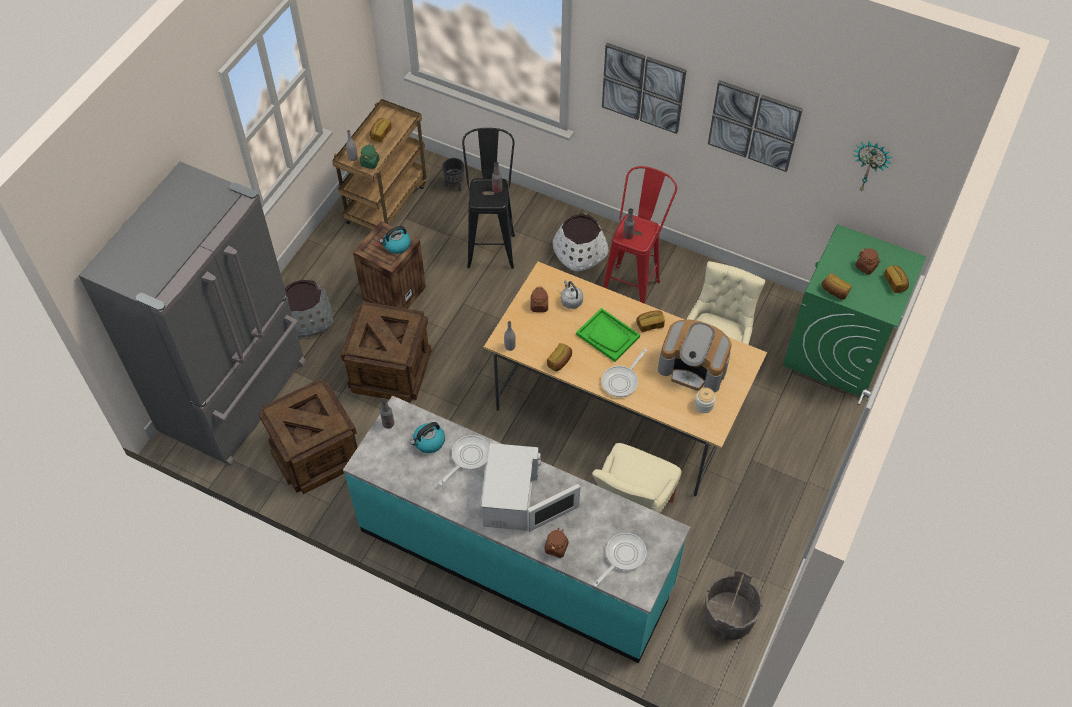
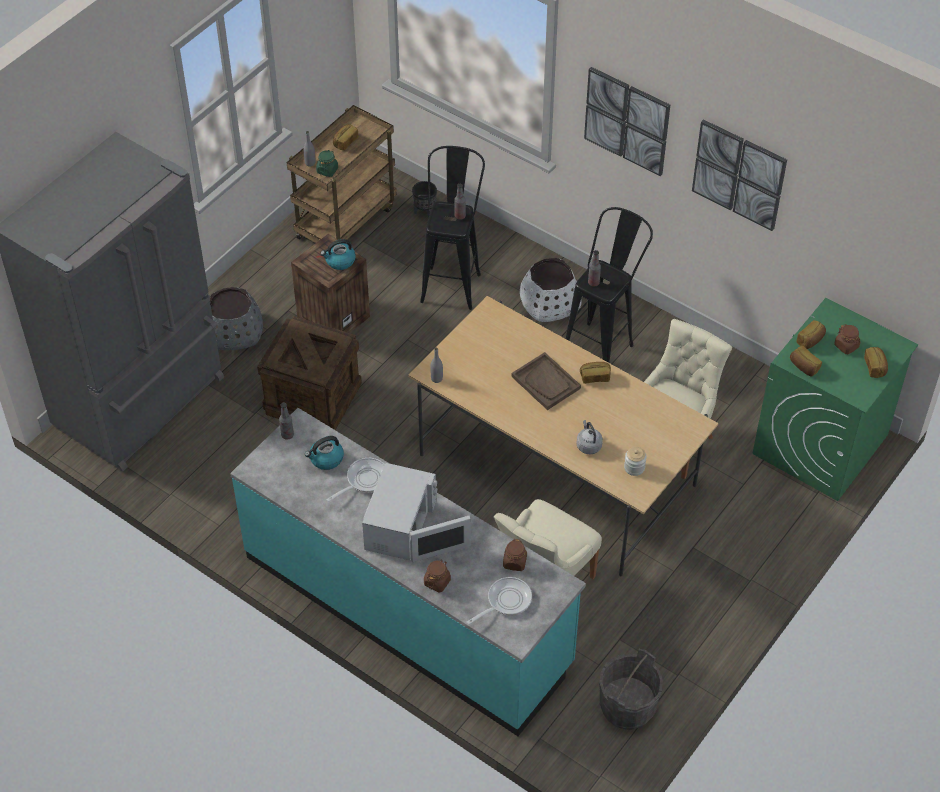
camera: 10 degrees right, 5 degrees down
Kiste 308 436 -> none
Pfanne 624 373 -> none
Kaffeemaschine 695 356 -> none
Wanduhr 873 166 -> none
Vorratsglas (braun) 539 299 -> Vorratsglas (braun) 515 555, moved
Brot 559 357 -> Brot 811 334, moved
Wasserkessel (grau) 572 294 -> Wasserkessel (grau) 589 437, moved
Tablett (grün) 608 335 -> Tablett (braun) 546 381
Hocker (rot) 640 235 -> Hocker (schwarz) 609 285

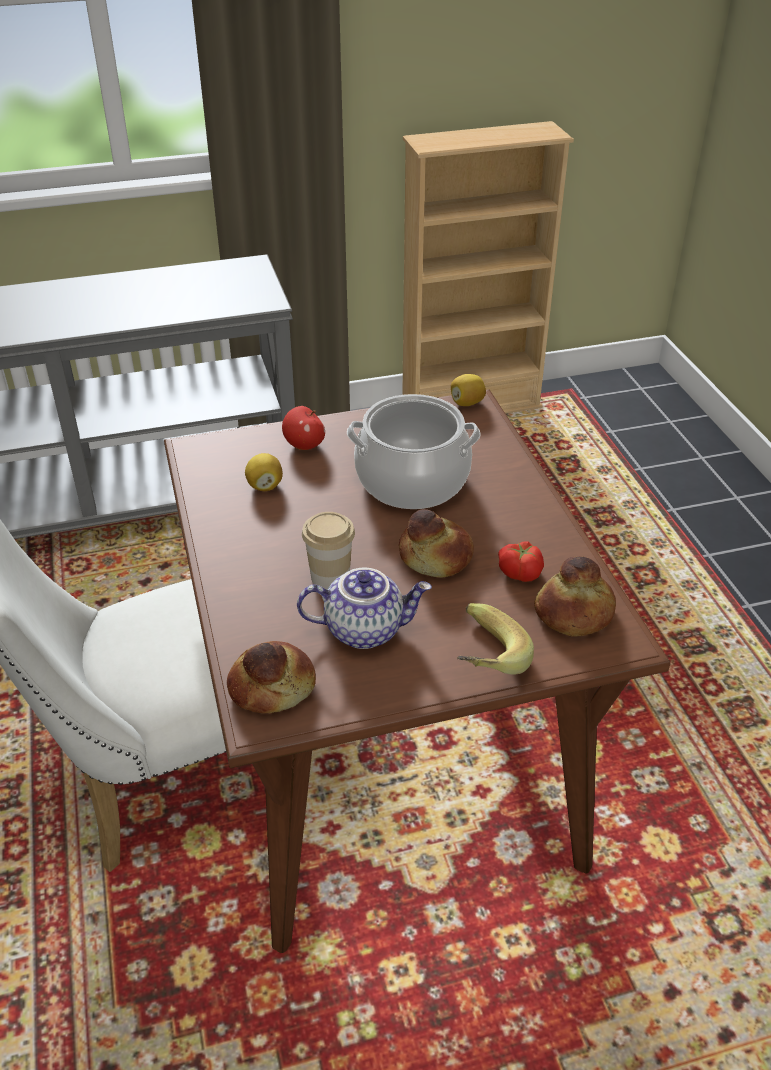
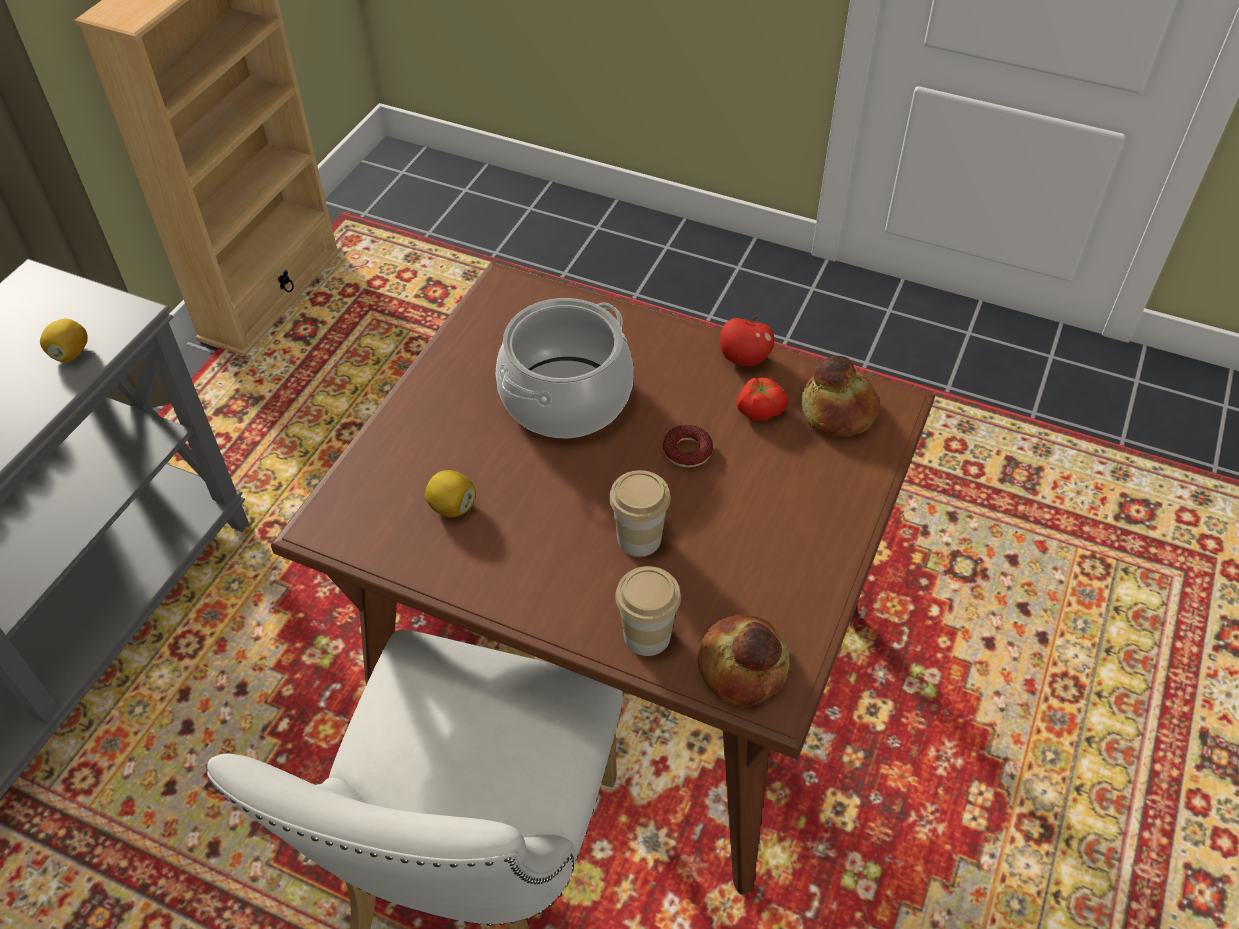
camera: 50 degrees left, 10 degrees up
Teekanne 364 608 -> none
Banane 495 639 -> none
none -> Tasse 648 611
Apfel 303 428 -> Apfel 747 340, moved
Zitrone 468 390 -> Zitrone 64 340, moved
Brot 436 543 -> Donut 687 446

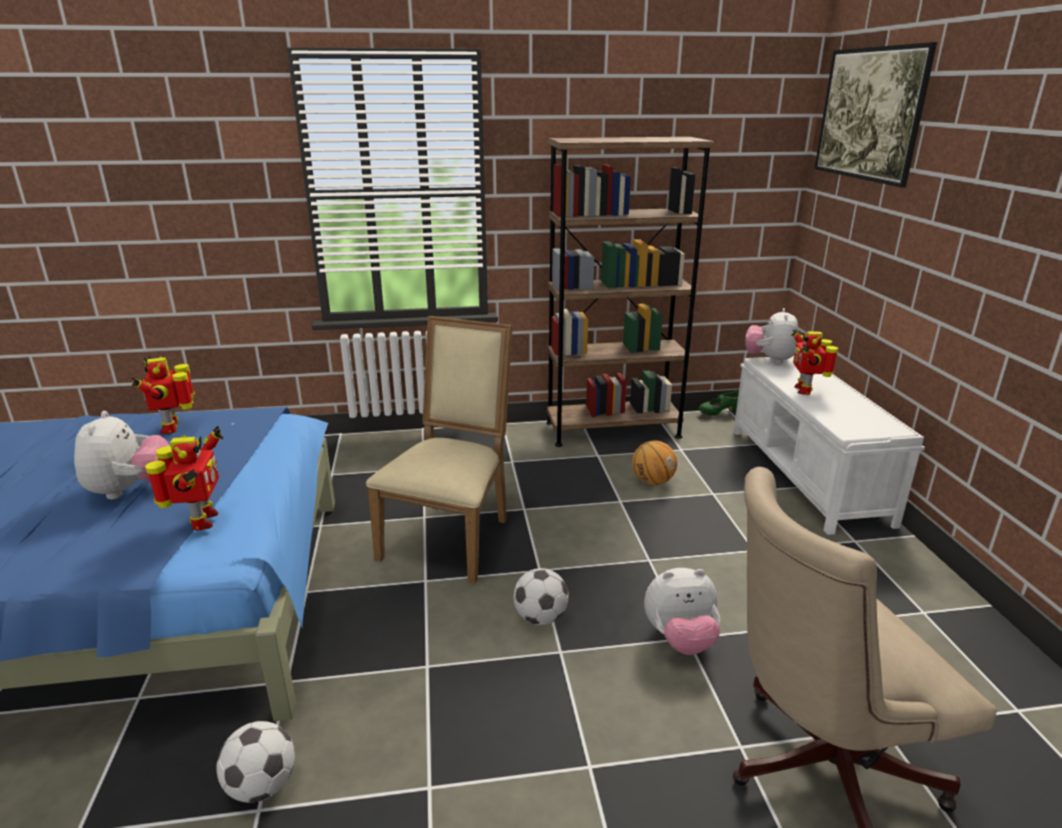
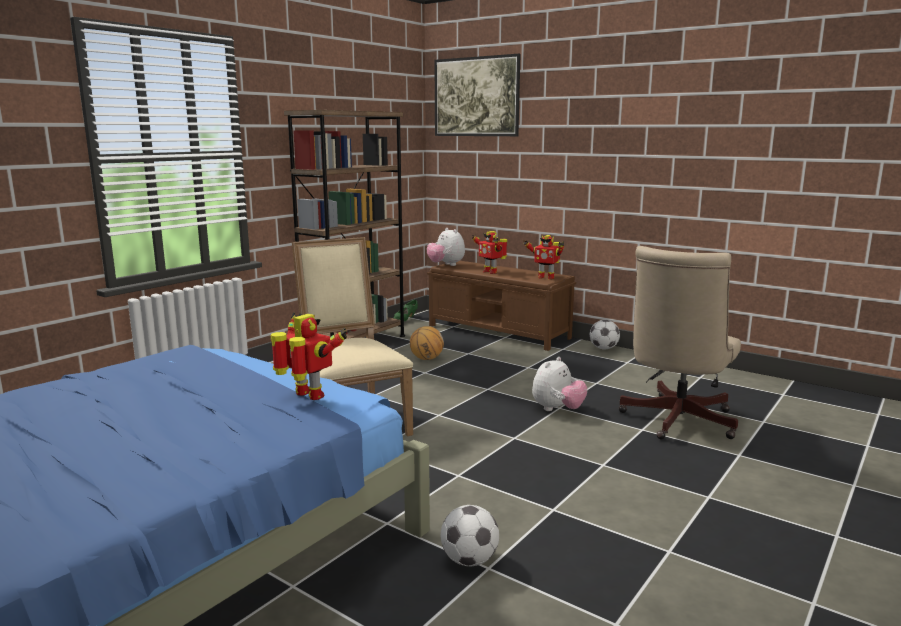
camera: 45 degrees left, 10 degrees down
Plüschtier 122 455 -> none
Spielzeugroboter 163 395 -> Spielzeugroboter 543 257, moved
Fußball 541 596 -> Fußball 605 335, moved
Bank (weiß) 829 445 -> Bank (braun) 501 306

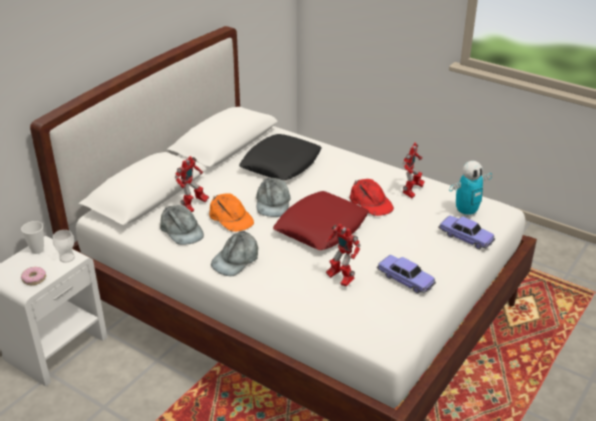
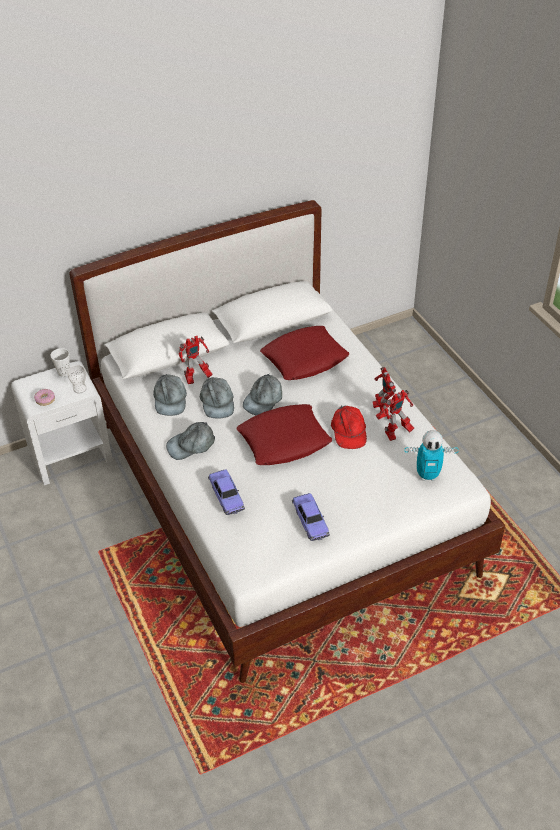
camera: 30 degrees right, 10 degrees up
Spielzeugroboter 343 254 -> Spielzeugroboter 384 393, moved
Spielzeugauto 466 232 -> Spielzeugauto 226 492, moved
Kappe (orange) 231 212 -> Kappe (grau) 217 398
Kissen (schwarz) 280 157 -> Kissen (rot) 304 353

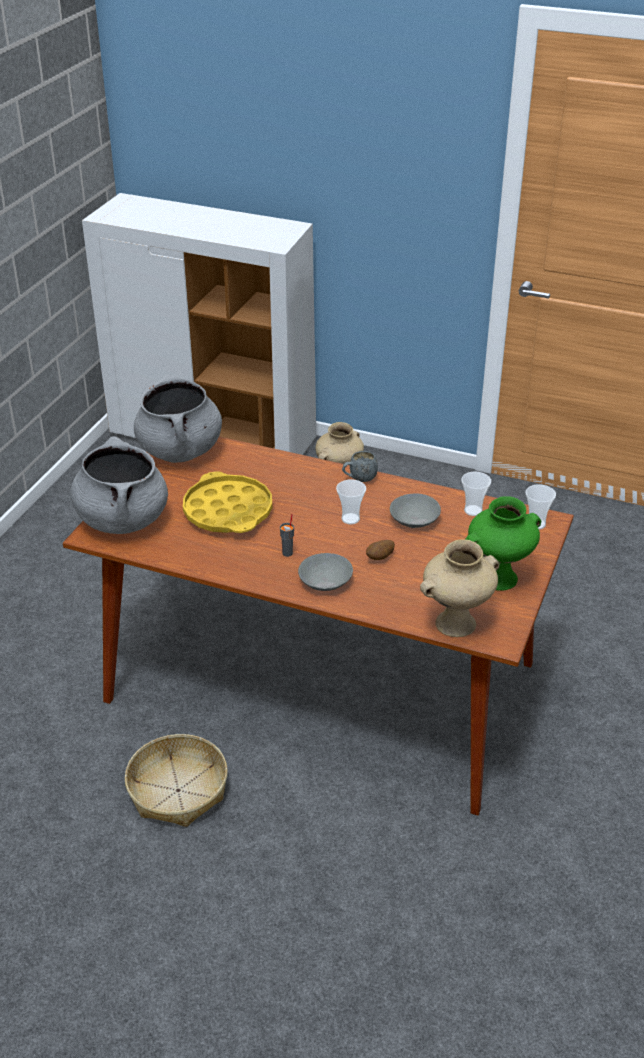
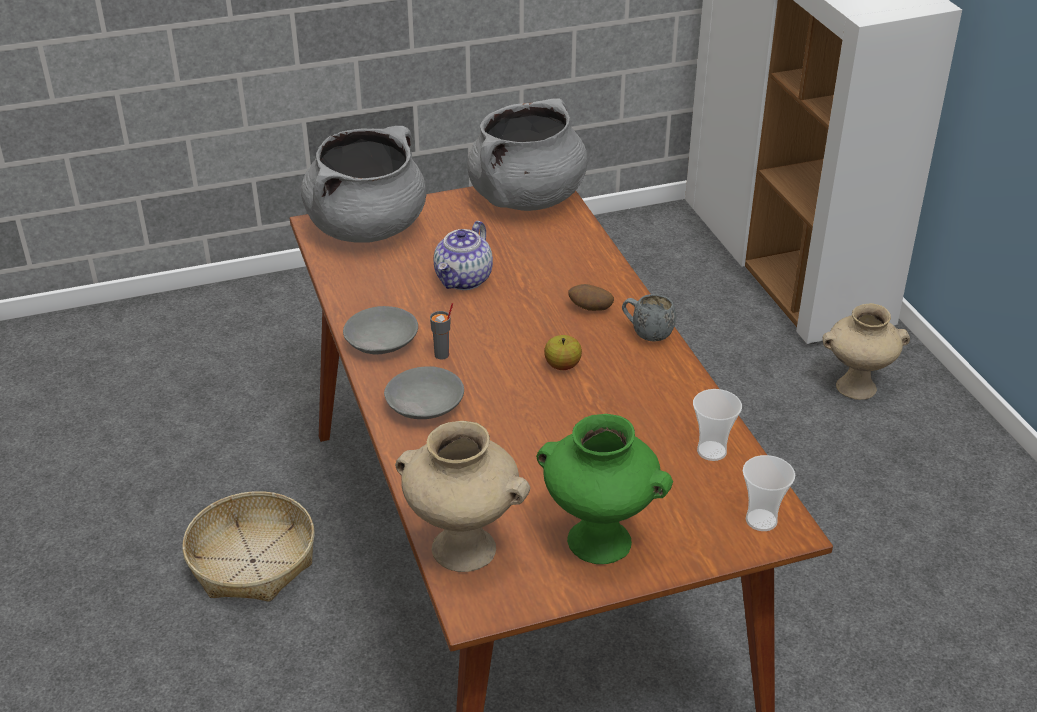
camera: 50 degrees right, 0 degrees up
Kartoffel 380 550 -> Kartoffel 591 297, moved
Schüssel (grau) 415 510 -> Schüssel (grau) 380 330, moved
Tablett (gelb) 227 502 -> Teekanne 463 255
Tasse 351 501 -> Apfel 563 352

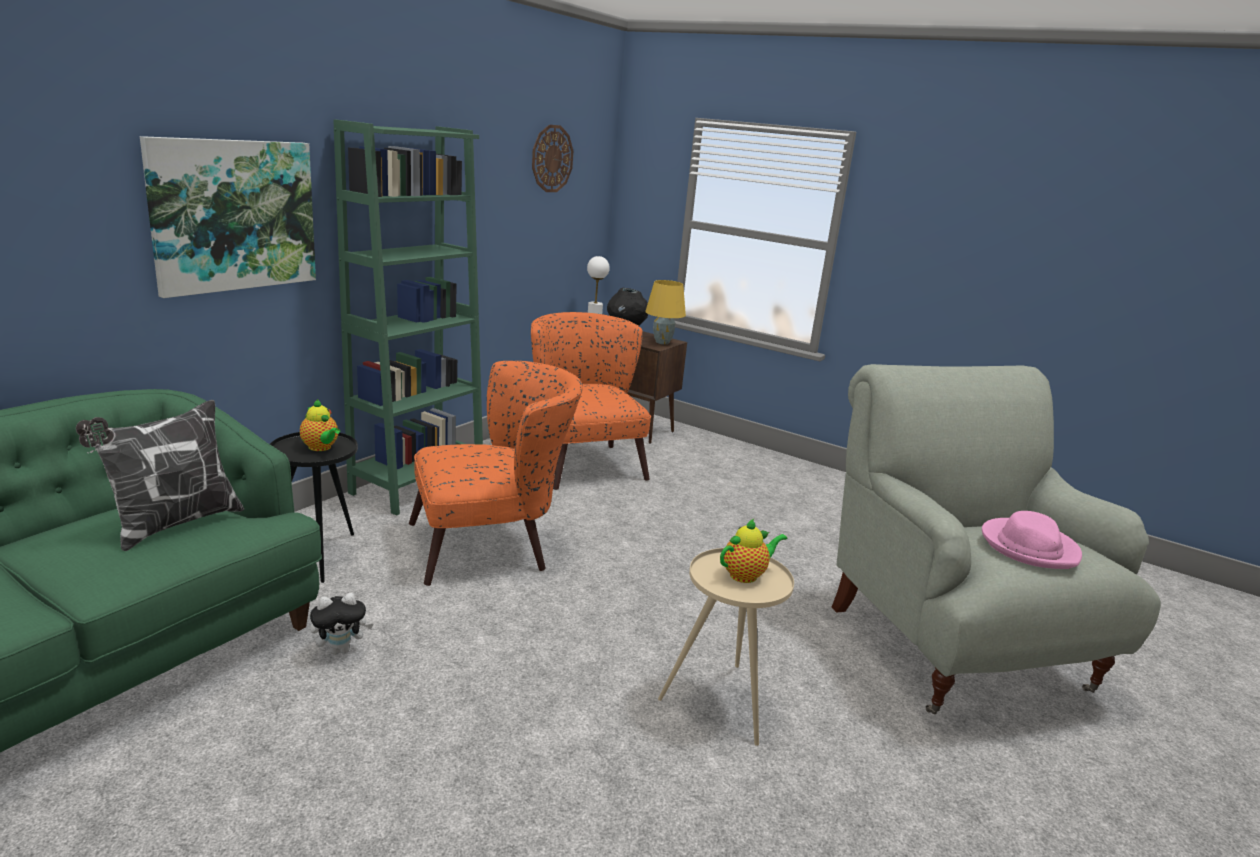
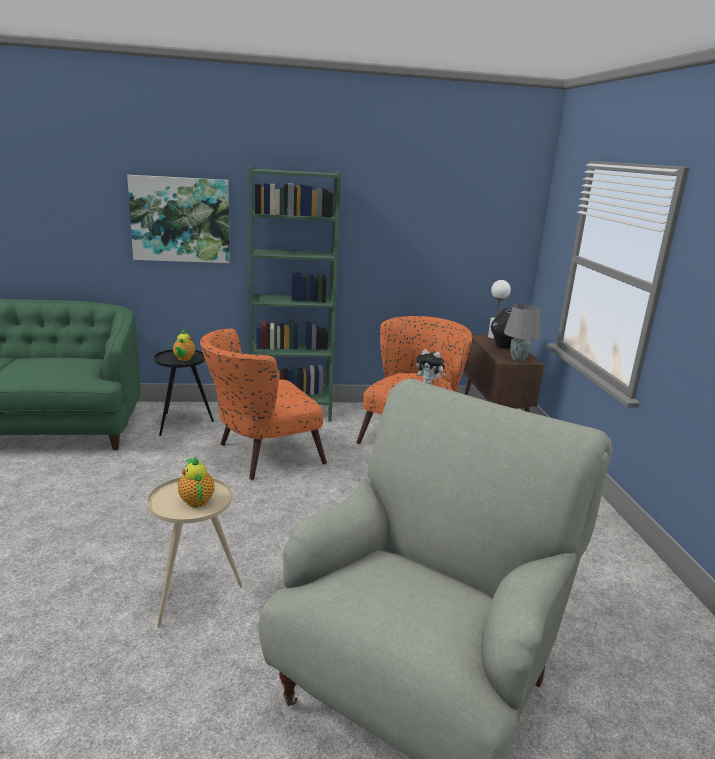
camera: 50 degrees right, 0 degrees up
Kissen 160 475 -> none
Wanduhr 552 158 -> none
Hut (rosa) 1032 540 -> none
Plüschtier 341 624 -> Plüschtier 431 366, moved
Tischlampe (gelb) 665 312 -> Tischlampe (grau) 522 333
Sessel (orange) 496 473 -> Sessel (orange) 263 404, 120 degrees clockwise
Teekanne 753 551 -> Teekanne 196 482, 135 degrees counterclockwise

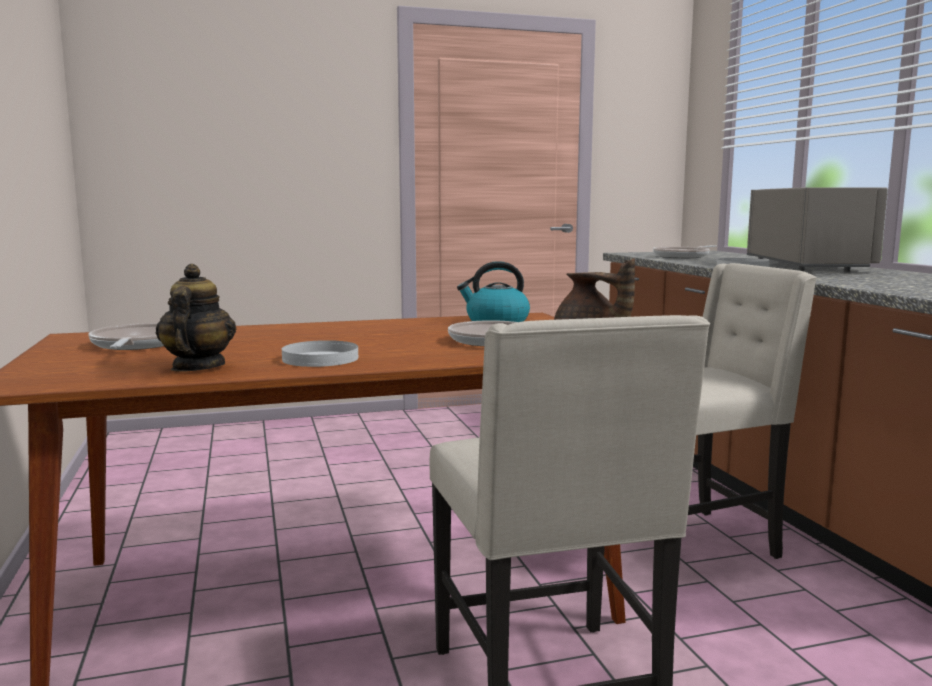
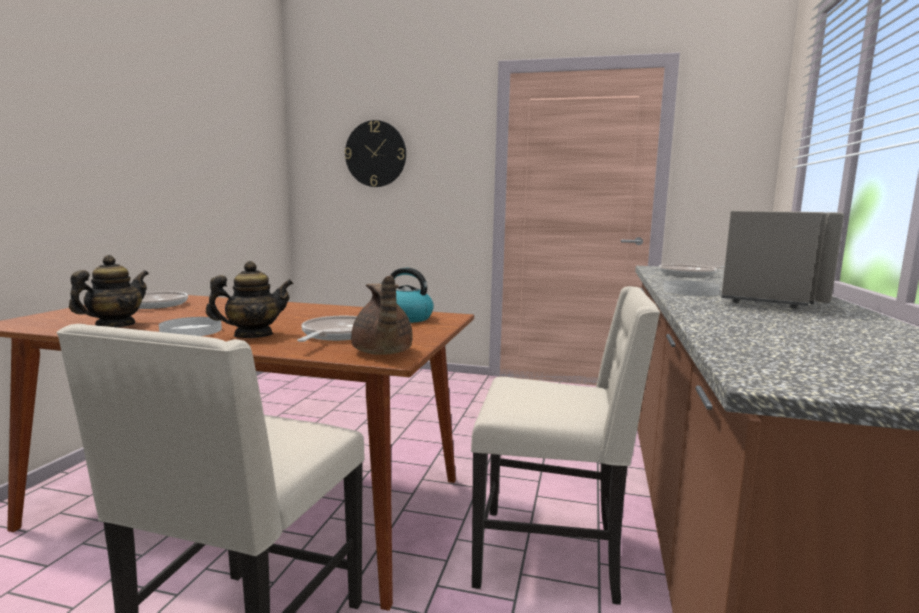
camera: 30 degrees right, 0 degrees up
none -> Teekanne 250 299
none -> Wanduhr 375 153

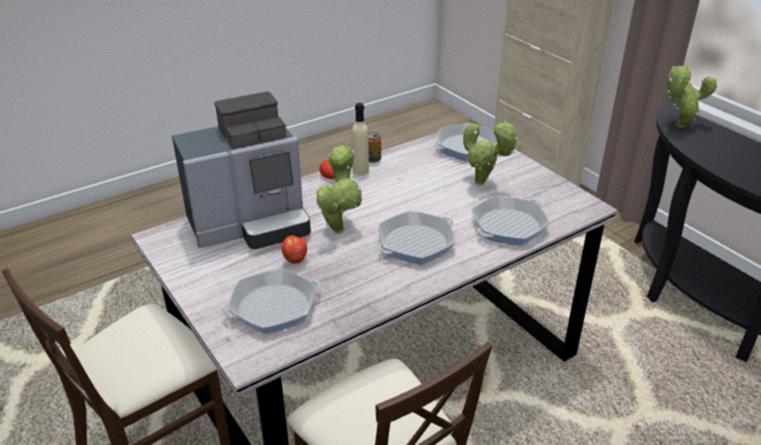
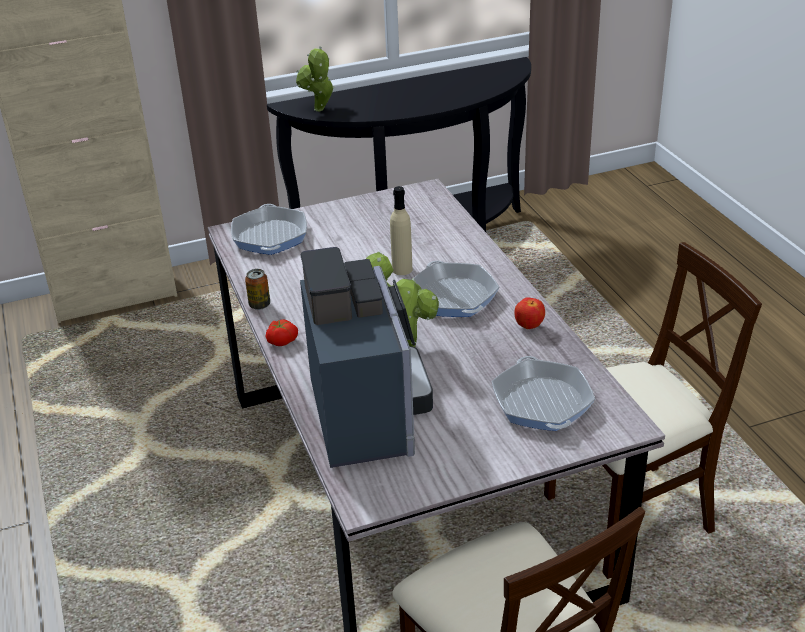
camera: 75 degrees left, 0 degrees up
Topfpflanze 490 153 -> none
Pfanne 511 220 -> none
Apfel 294 249 -> Apfel 529 313, moved
Flasche (beige) 360 139 -> Flasche (beige) 401 230, moved

